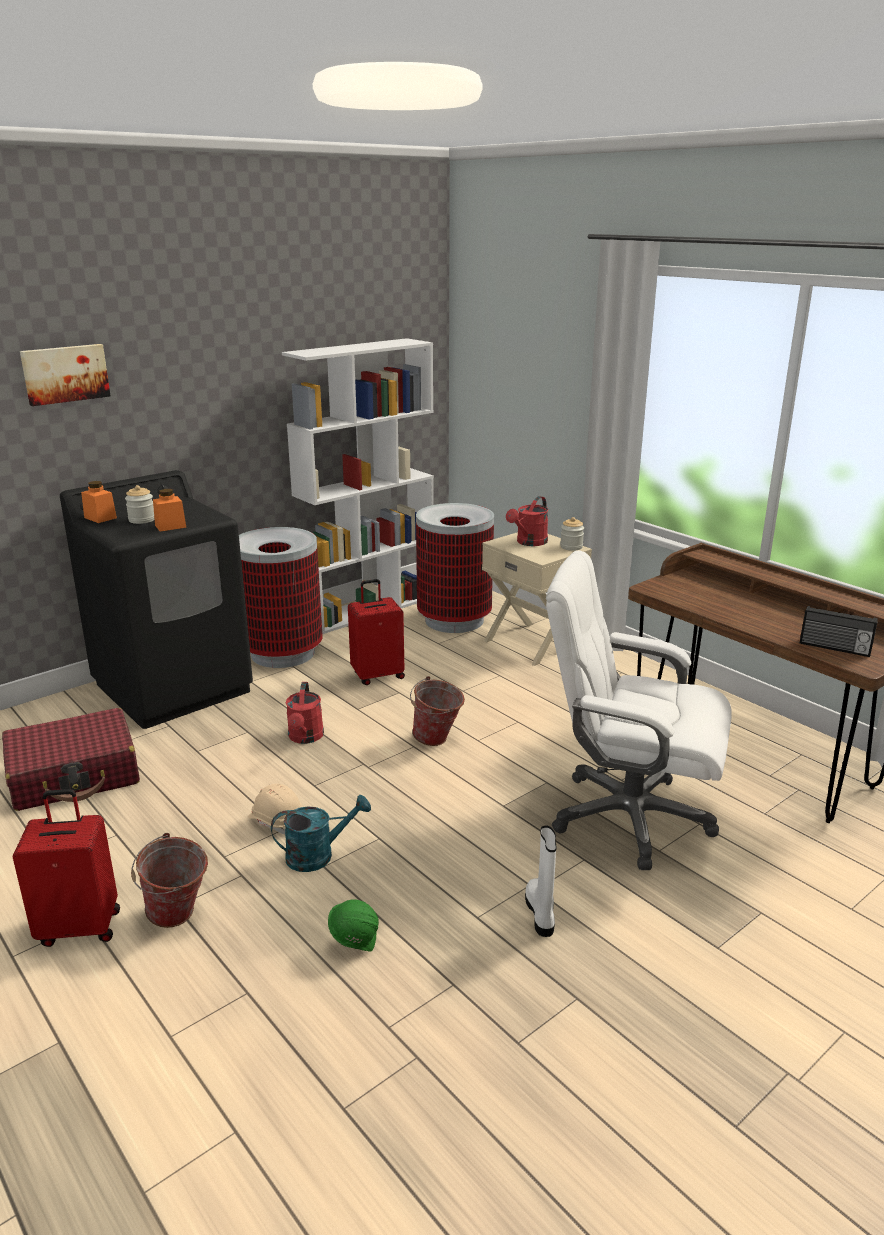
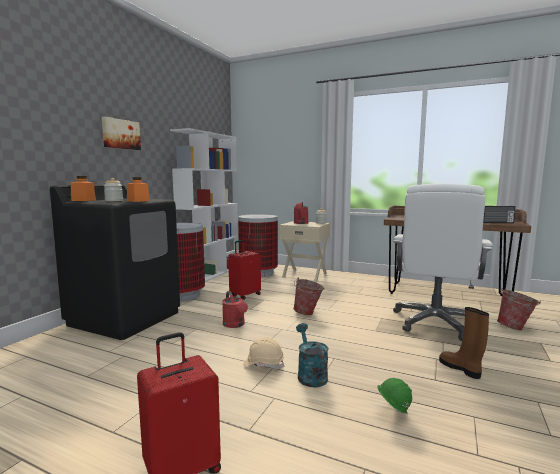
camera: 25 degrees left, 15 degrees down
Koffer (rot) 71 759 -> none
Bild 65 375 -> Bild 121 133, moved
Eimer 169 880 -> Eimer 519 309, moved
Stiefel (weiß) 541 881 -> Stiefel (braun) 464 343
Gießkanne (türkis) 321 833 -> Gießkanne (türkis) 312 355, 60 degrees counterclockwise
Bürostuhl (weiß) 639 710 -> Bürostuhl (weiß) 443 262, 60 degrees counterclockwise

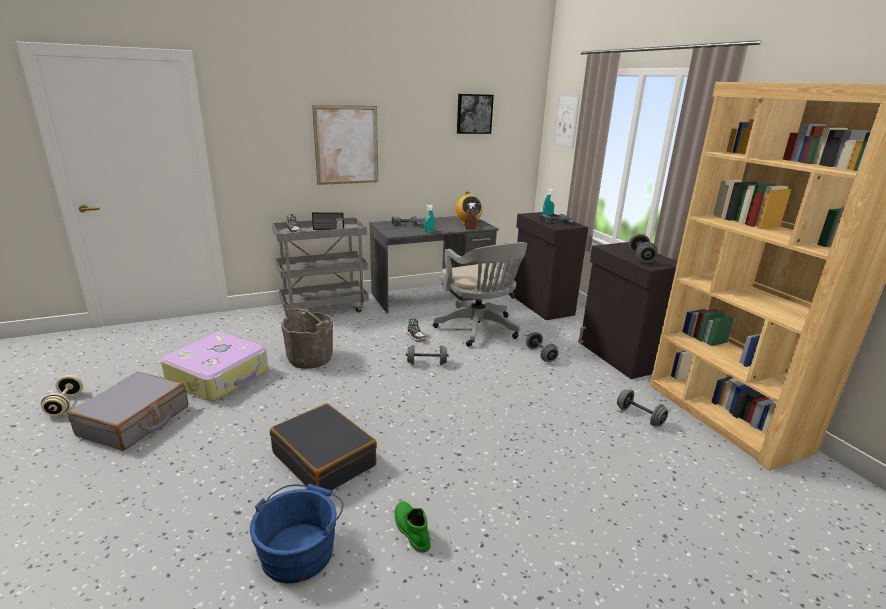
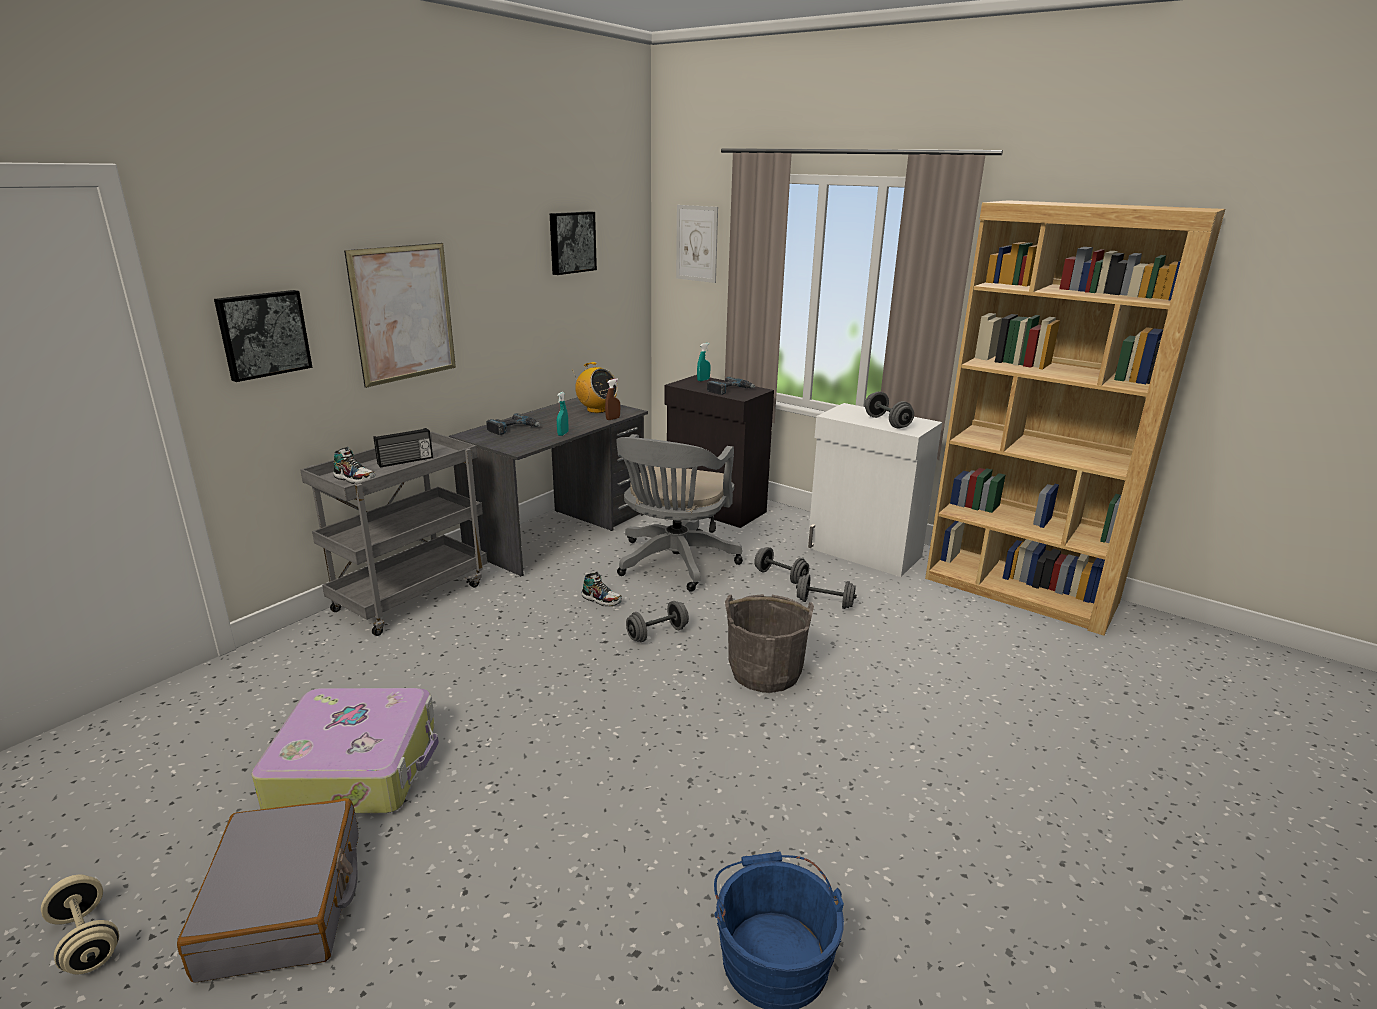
camera: 30 degrees left, 0 degrees up
Koffer (schwarz) 323 446 -> none
Stiefel (grün) 412 527 -> none
none -> Bild 263 336
Eimer (grau) 307 337 -> Eimer (grau) 769 643, moved
Hantel (grau) 642 407 -> Hantel (grau) 826 591, moved
Schrank (schwarz) 627 310 -> Schrank (weiß) 874 490
Bürostuhl (grau) 480 294 -> Bürostuhl (grau) 679 513, 75 degrees clockwise

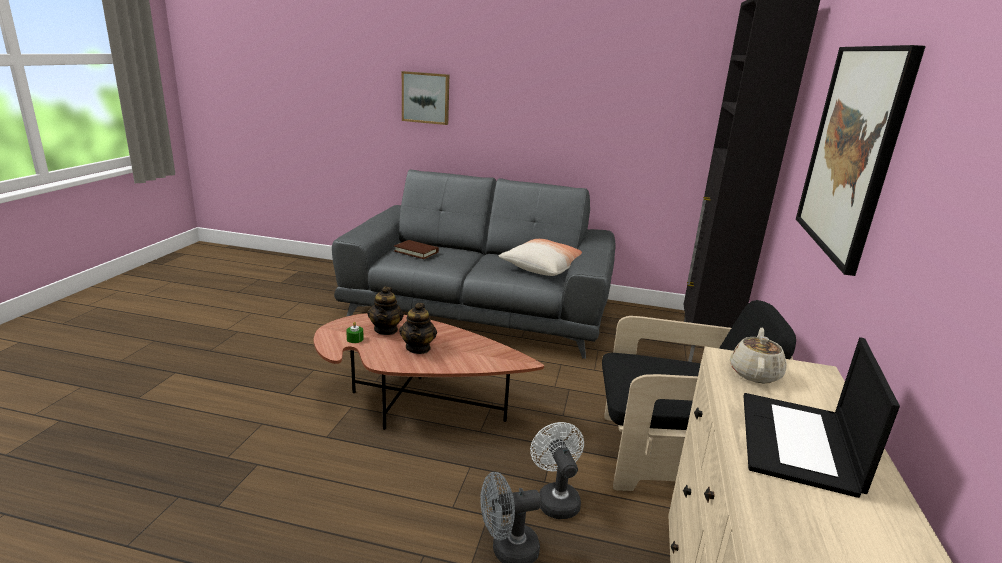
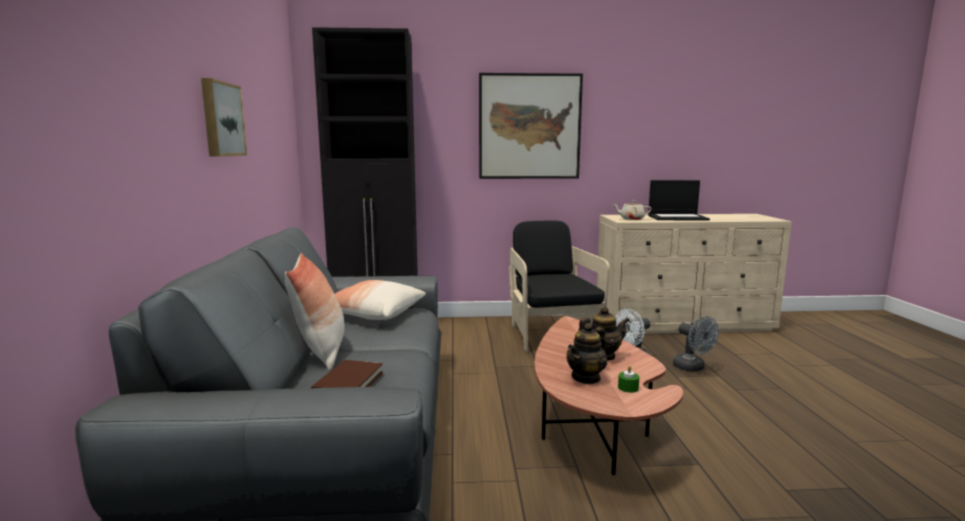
camera: 105 degrees left, 10 degrees down
none -> Kissen 315 311
Bild 425 98 -> Bild 224 117, moved
Teekanne 386 310 -> Teekanne 586 353, 150 degrees clockwise

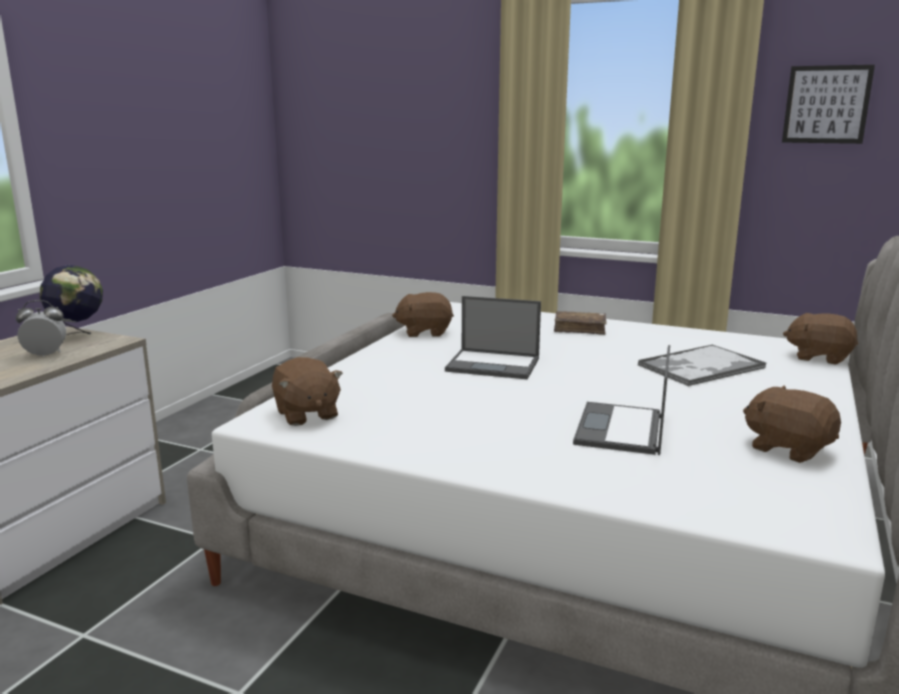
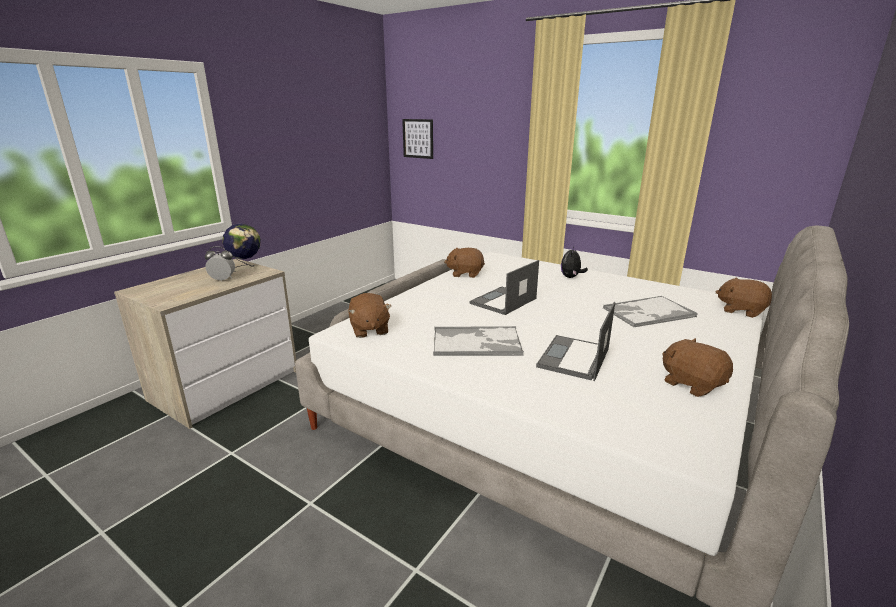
camera: 10 degrees right, 5 degrees up
none -> Tablett 478 341
Bild 828 104 -> Bild 417 139, moved
Buch (braun) 580 323 -> Plüschtier 574 262
Laptop 493 337 -> Laptop 504 287, 105 degrees clockwise

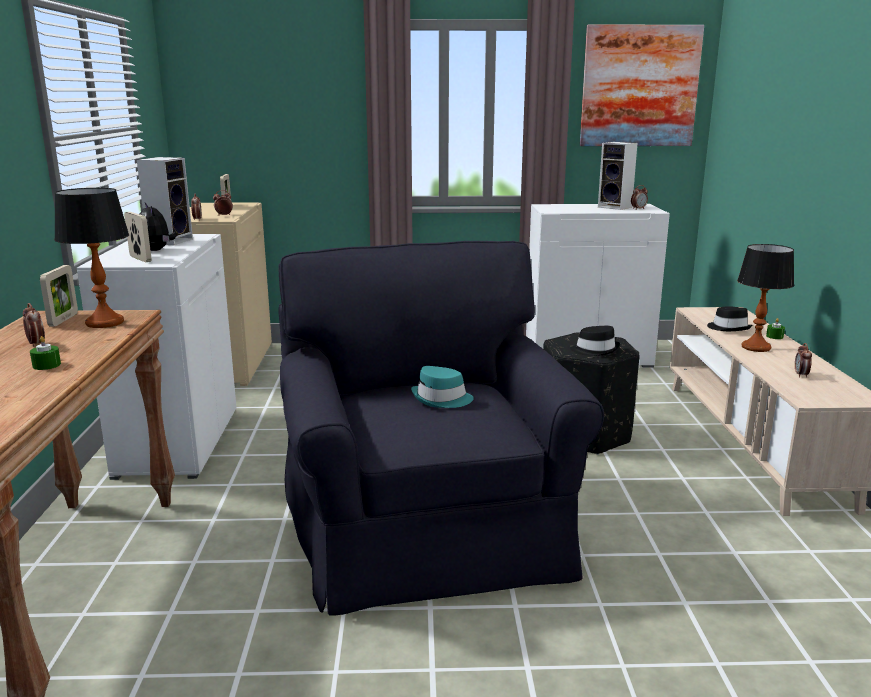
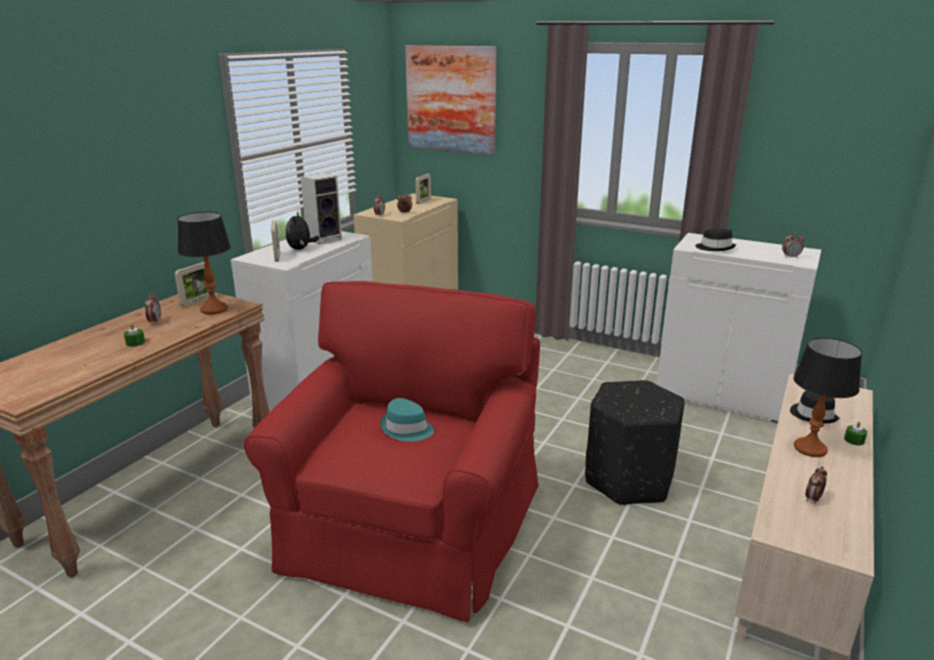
camera: 30 degrees right, 5 degrees up
Lautsprecher 618 176 -> none
Hut (schwarz) 595 341 -> Hut (schwarz) 715 240, moved
Bild 642 85 -> Bild 451 100, moved
Sessel (schwarz) 441 428 -> Sessel (rot) 392 451

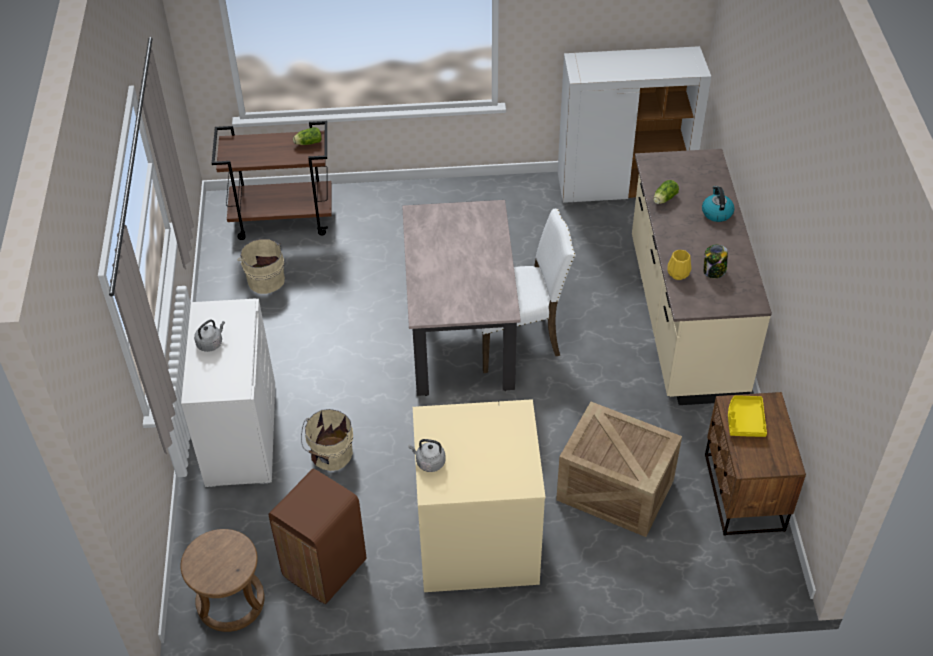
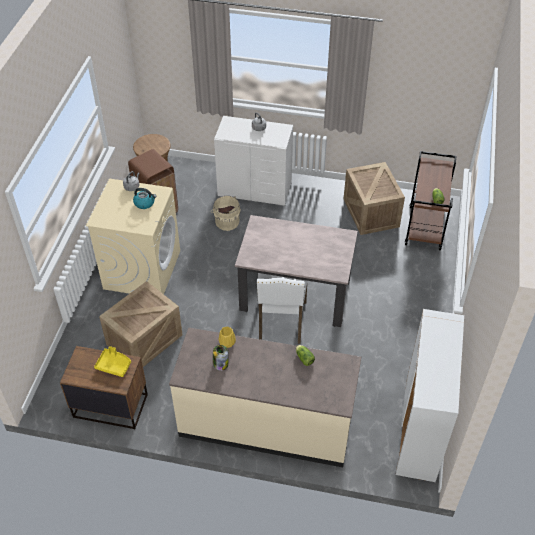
camera: 105 degrees right, 0 degrees up
Wasserkessel 718 204 -> Wasserkessel 145 198, moved
Eimer (beige) 261 266 -> Kiste 374 198

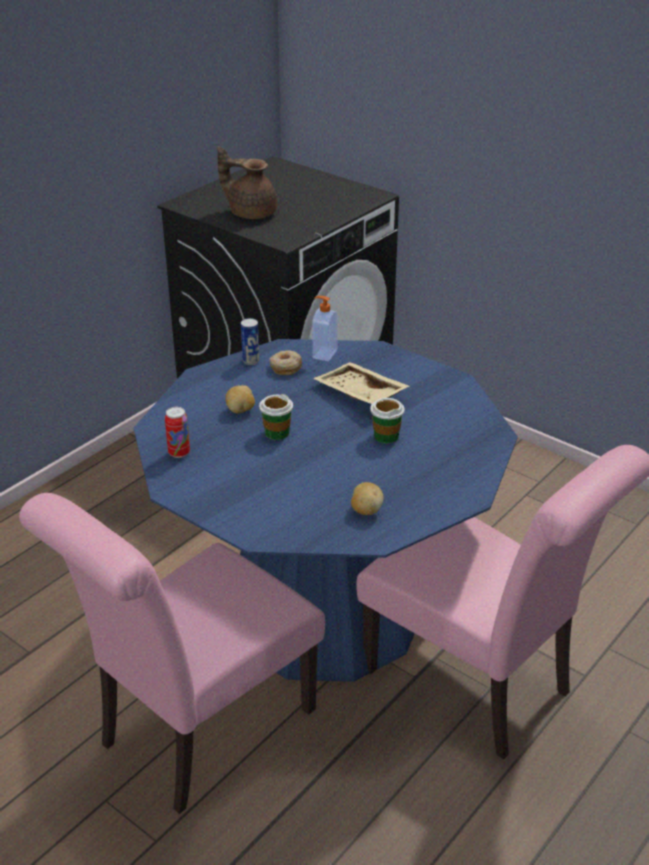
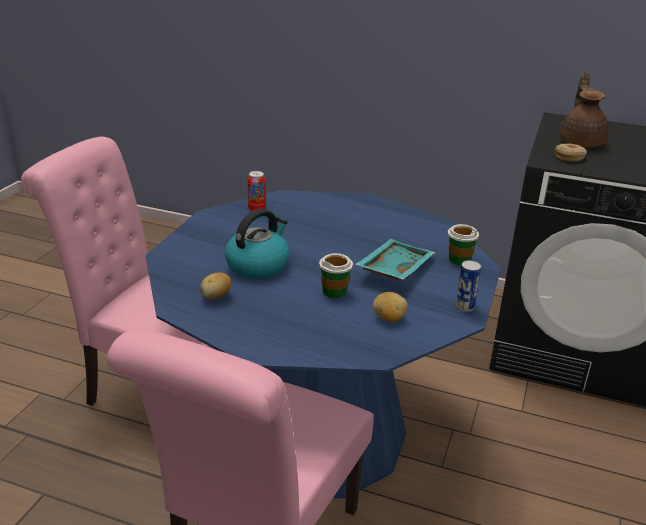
camera: 70 degrees right, 5 degrees down
Seifenspender 325 328 -> none
none -> Wasserkessel 257 244
Kartoffel 240 399 -> Kartoffel 390 307, moved
Dose 250 341 -> Dose 468 286, moved
Tasse 276 417 -> Tasse 463 244, moved
Donut 285 363 -> Donut 571 152, moved
Tablett (beige) 361 383 -> Tablett (türkis) 395 259

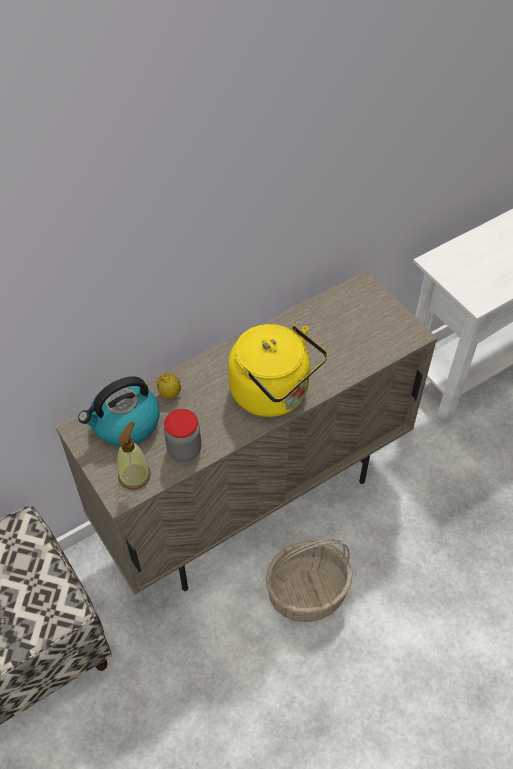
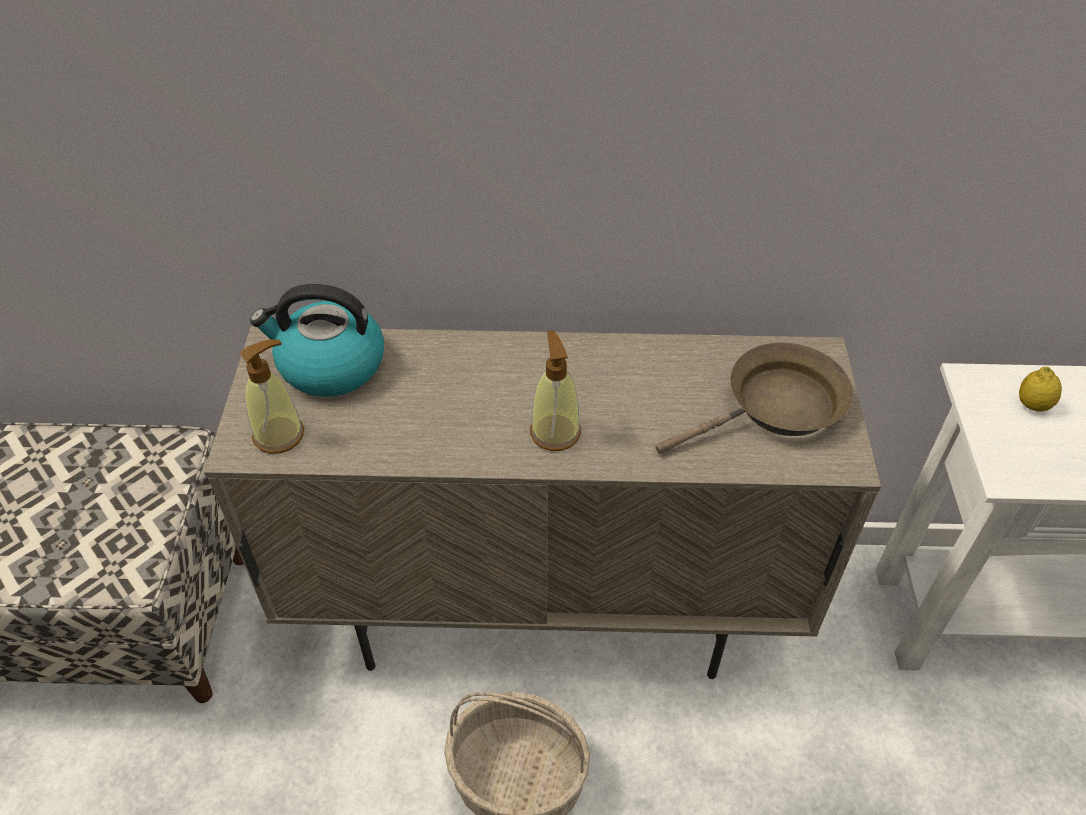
camera: 35 degrees right, 5 degrees down
Vorratsglas 182 435 -> none
none -> Pfanne (braun) 754 397
Zitrone 169 386 -> Zitrone 1040 389, moved
Wasserkessel (gelb) 278 370 -> Seifenspender 555 391

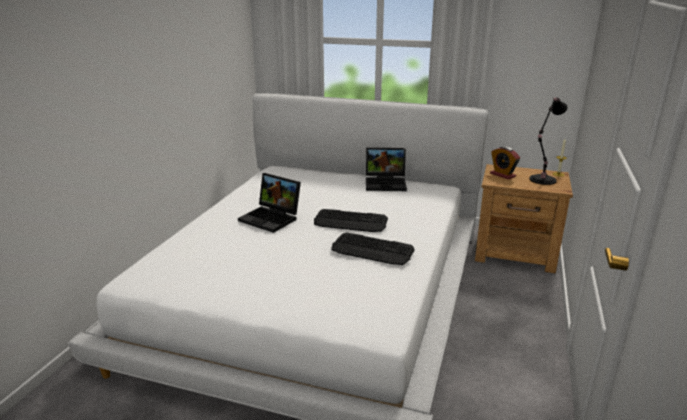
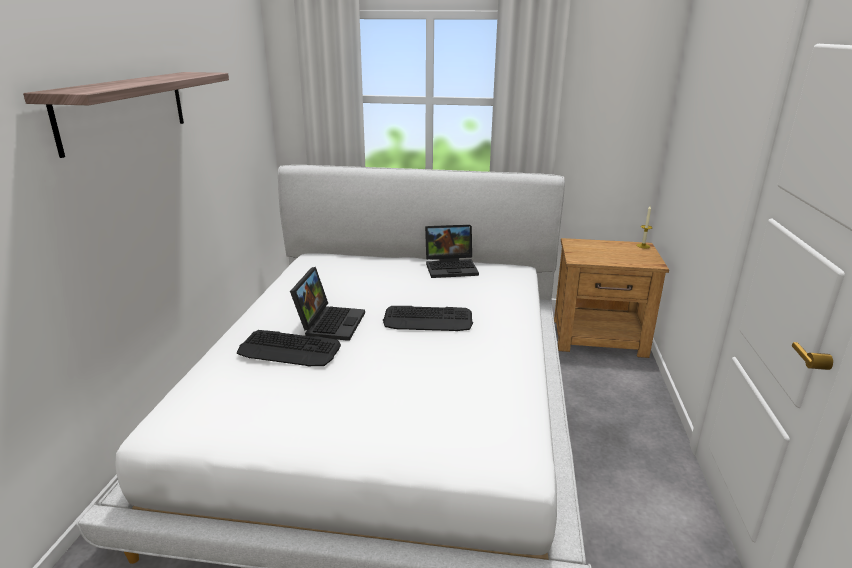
camera: 10 degrees left, 0 degrees up
Wecker 505 162 -> none
Tischlampe (schwarz) 548 141 -> none
none -> Wandregal 126 115
Tastatur 373 249 -> Tastatur 289 348, moved
Laptop 269 203 -> Laptop 327 304, 105 degrees counterclockwise

